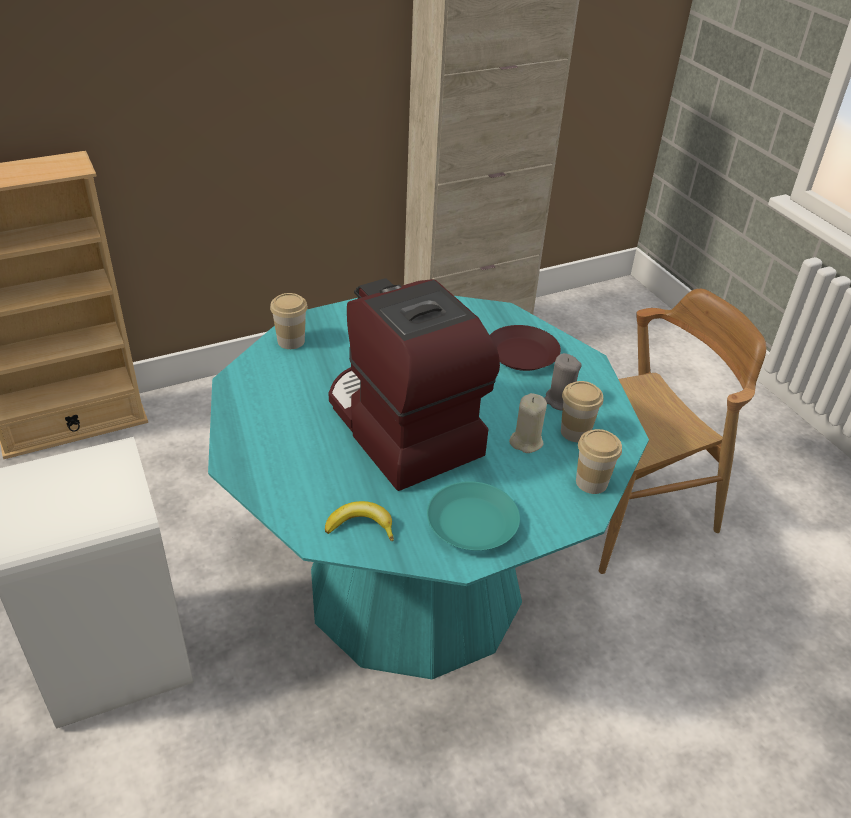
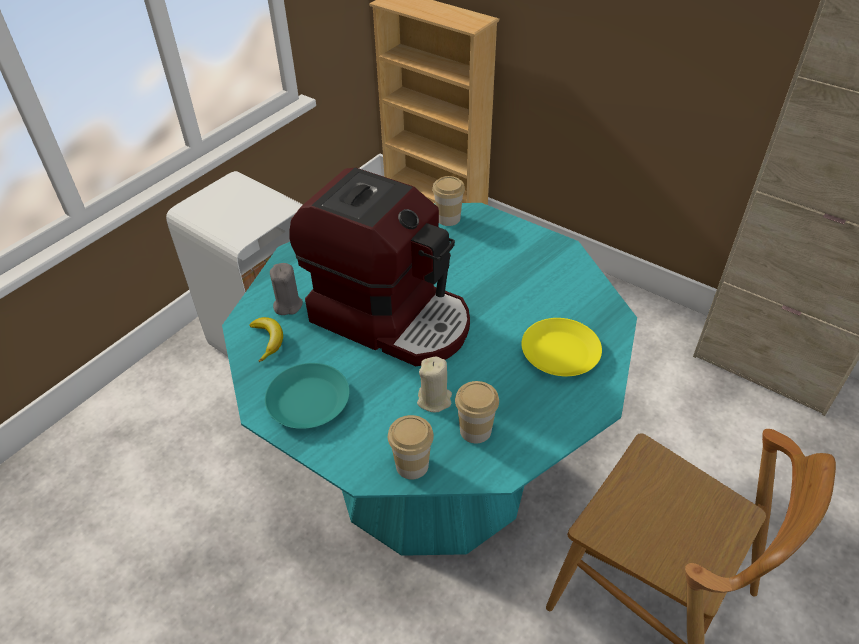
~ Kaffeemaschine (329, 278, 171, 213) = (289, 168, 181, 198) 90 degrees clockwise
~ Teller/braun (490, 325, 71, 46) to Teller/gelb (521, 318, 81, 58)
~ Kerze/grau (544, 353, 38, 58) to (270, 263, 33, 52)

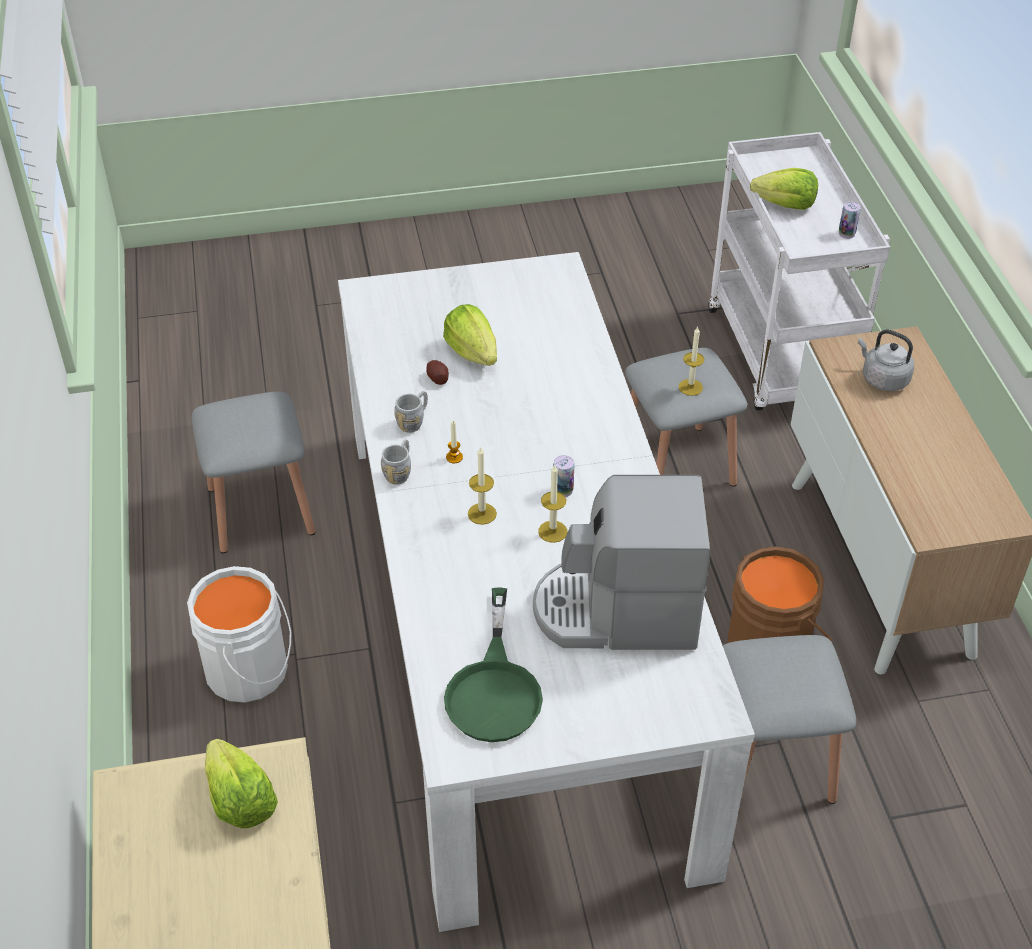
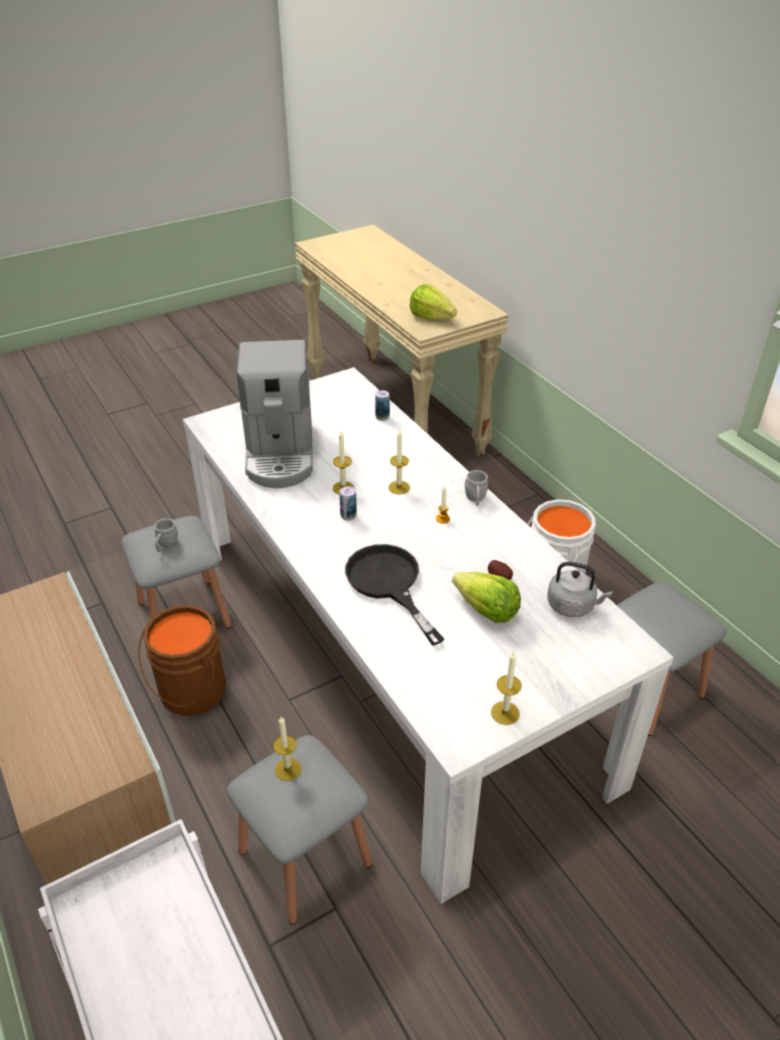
- Salatkopf (750, 168, 68, 42)
~ Dose (839, 202, 22, 37) to (375, 390, 15, 31)
~ Wasserkessel/grau (858, 329, 56, 62) to (547, 562, 65, 55)
~ Henkelbecher/grau (394, 391, 34, 42) to (155, 519, 23, 33)
~ Kaffeemaschine (533, 475, 177, 175) = (237, 340, 76, 148) 105 degrees clockwise
- Pfanne/grün (444, 587, 99, 155)
+ Pfanne/schwarz (345, 544, 99, 102)
+ Kerze (491, 652, 31, 73)

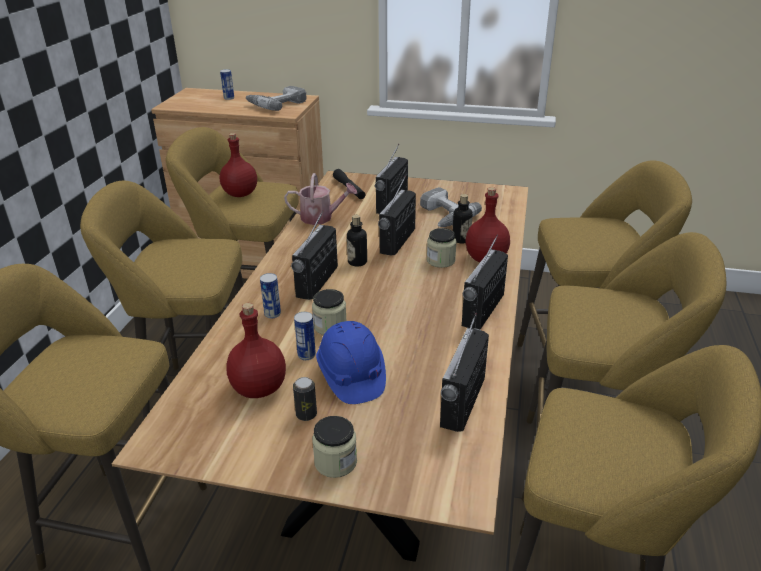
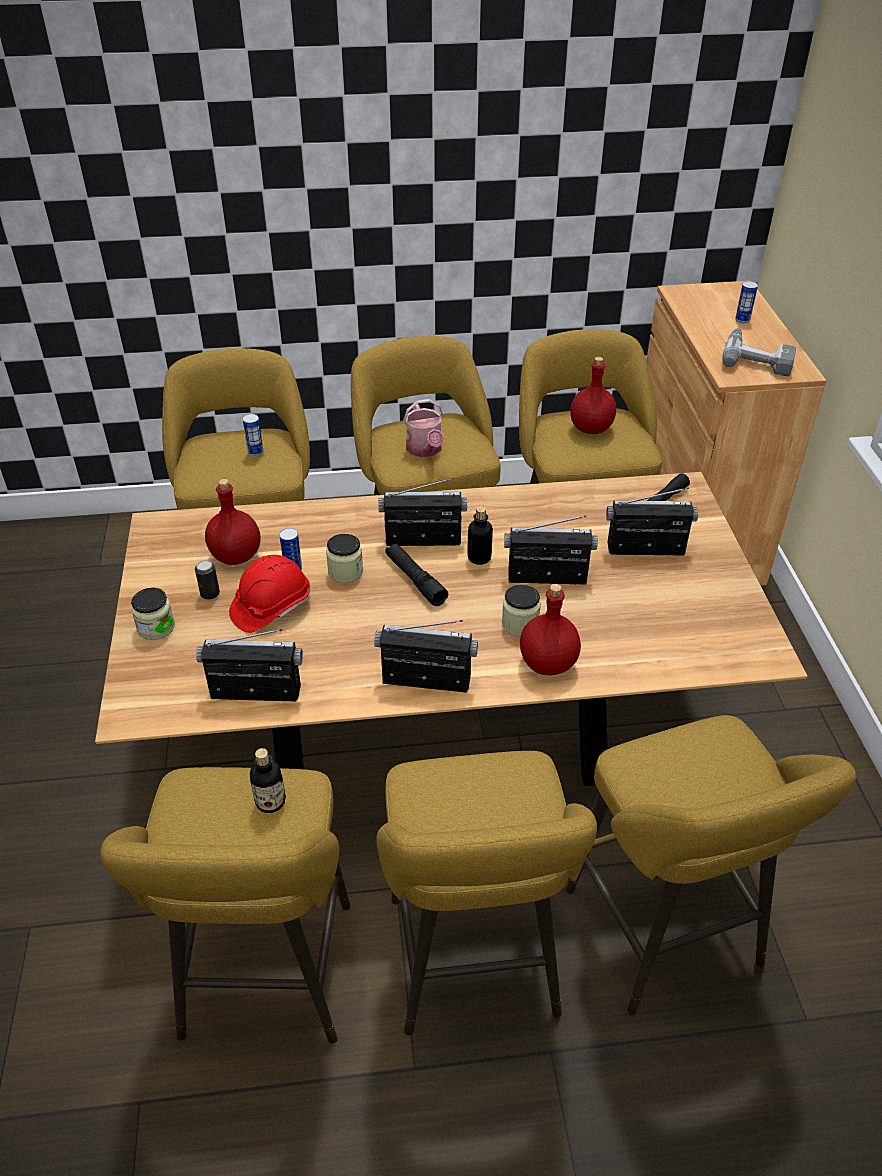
~ Gießkanne (284, 173, 73, 52) to (403, 399, 41, 58)
- Bohrmaschine (420, 187, 62, 40)
~ Flasche (453, 194, 20, 50) to (250, 748, 36, 65)
~ Dose (260, 273, 21, 45) to (243, 414, 20, 43)
~ Schutzhelm/blau (316, 321, 70, 83) to Schutzhelm/rot (229, 555, 81, 78)
+ Taschenlampe/schwarz (385, 543, 63, 63)

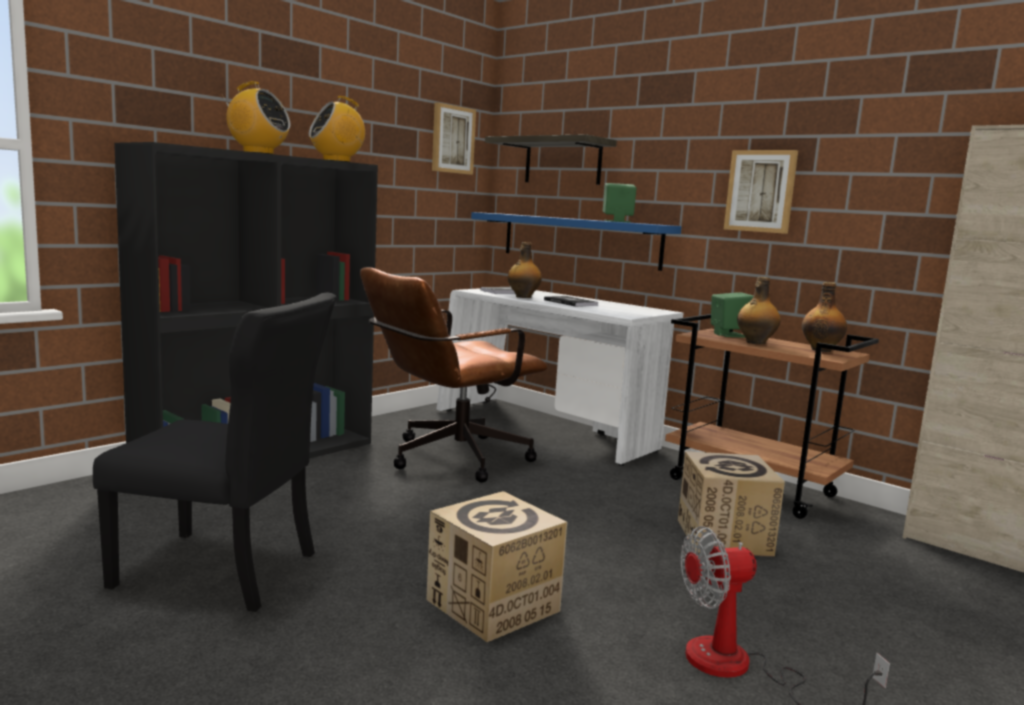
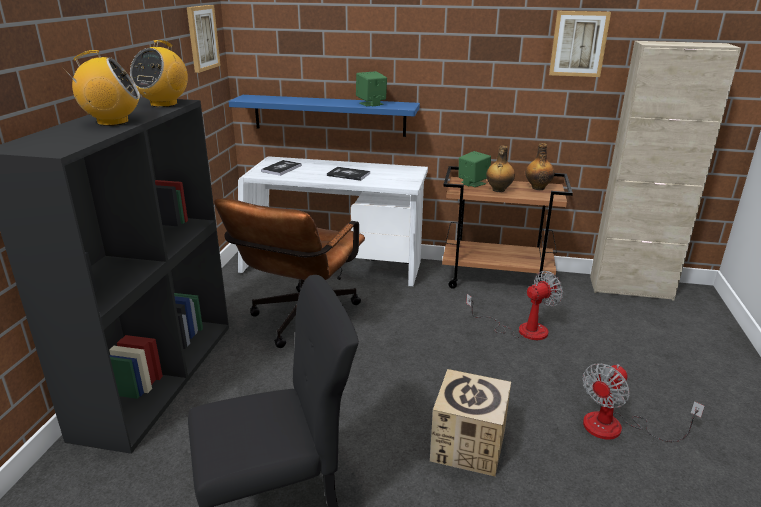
- Wandregal (485, 134, 132, 51)
~ Bild (724, 150, 74, 84) to (549, 11, 62, 66)
- Flasche (507, 242, 35, 56)
~ Karton (678, 451, 107, 106) to Ventilator (466, 271, 97, 69)

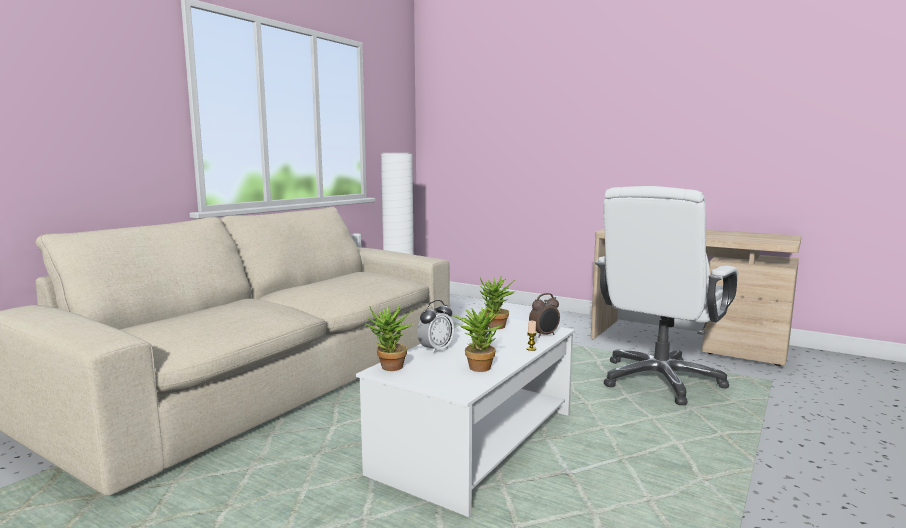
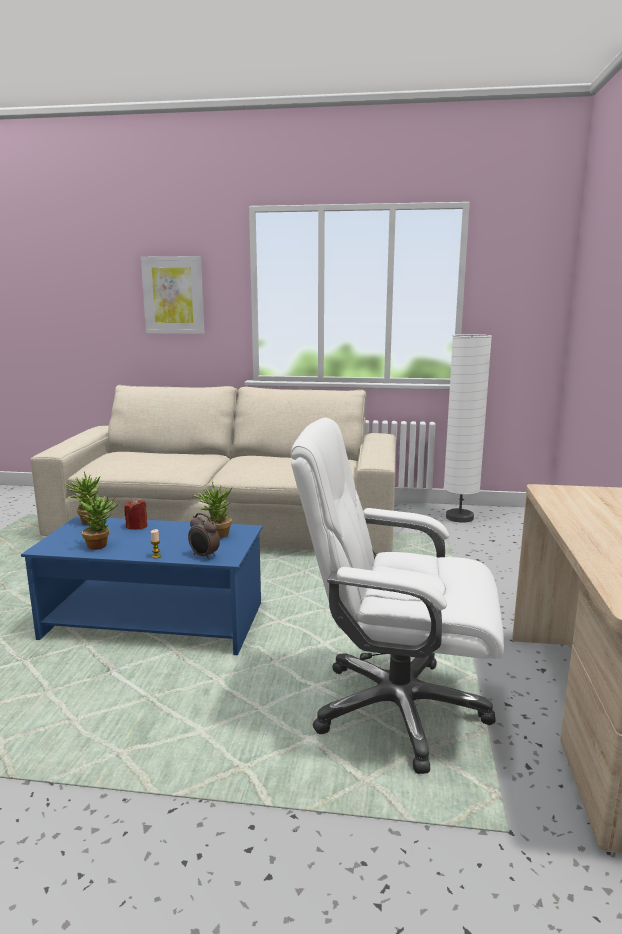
~ Wecker (417, 300, 37, 54) to Kerze/rot (124, 498, 24, 32)
~ Couchtisch/weiß (356, 318, 219, 199) to Couchtisch/blau (21, 516, 242, 139)
+ Bild (141, 256, 64, 78)

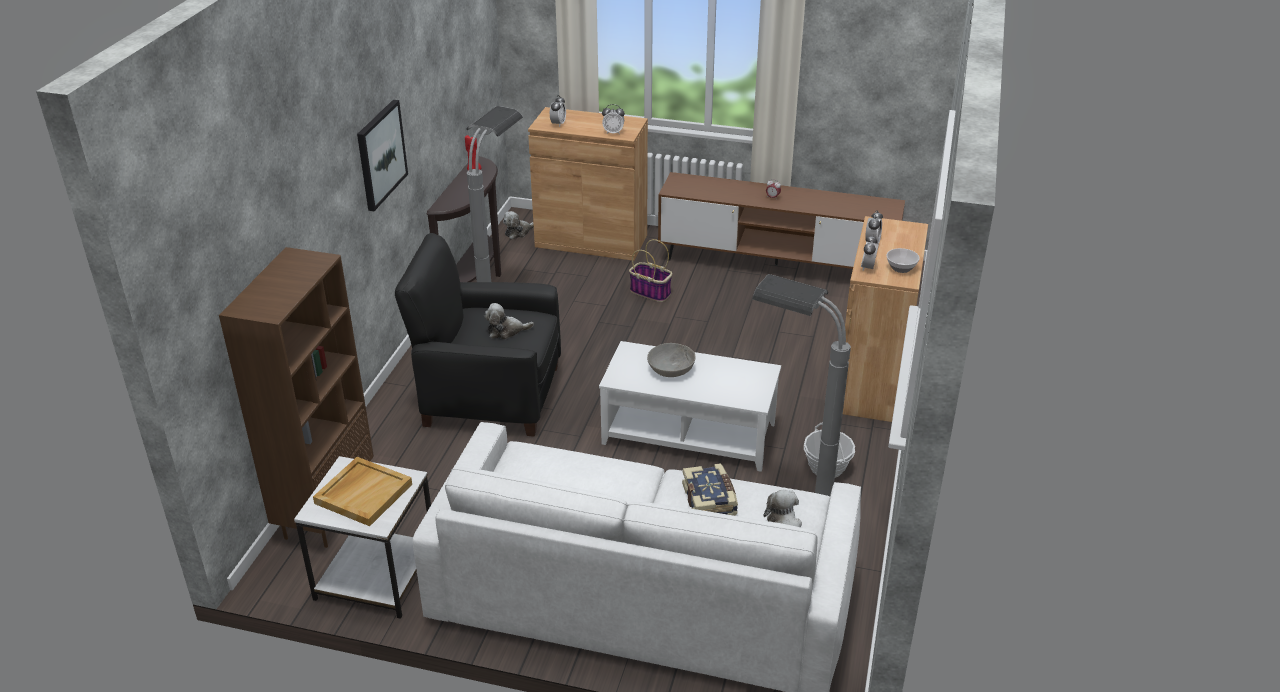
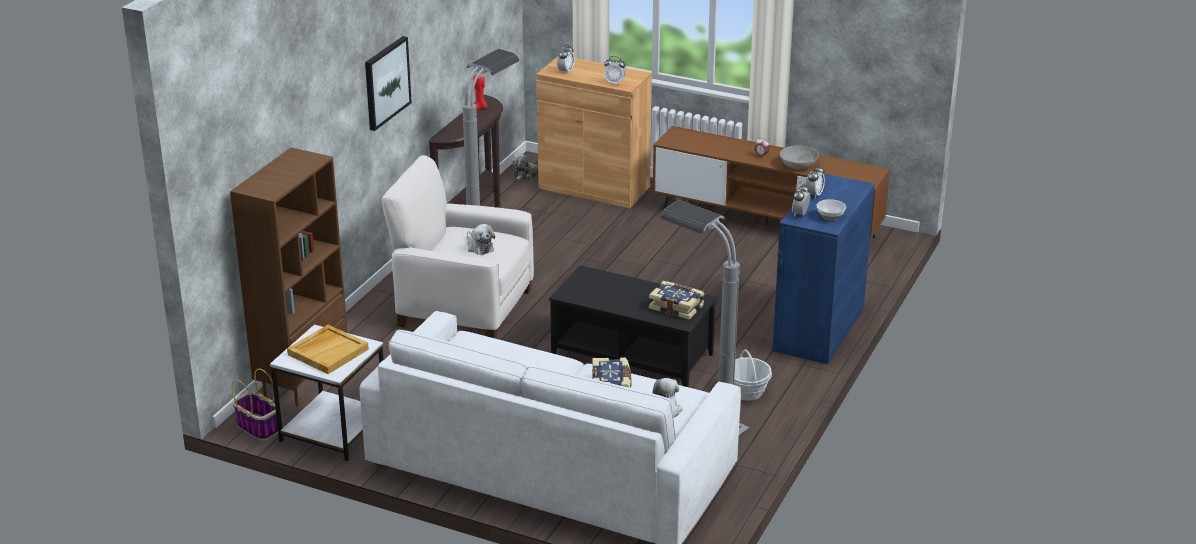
~ Schrank/braun (843, 216, 85, 206) to Schrank/blau (772, 173, 103, 191)
~ Sessel/schwarz (395, 233, 166, 204) to Sessel/weiß (381, 155, 153, 184)
~ Korb (629, 239, 43, 63) to (232, 369, 46, 72)
~ Plüschtier (484, 303, 50, 36) = (467, 224, 28, 31) 120 degrees counterclockwise
~ Couchtisch/weiß (599, 341, 182, 131) to Couchtisch/schwarz (549, 265, 168, 122)
~ Schüssel/grau (647, 343, 49, 34) to (780, 145, 39, 24)
+ Buch (649, 281, 55, 39)

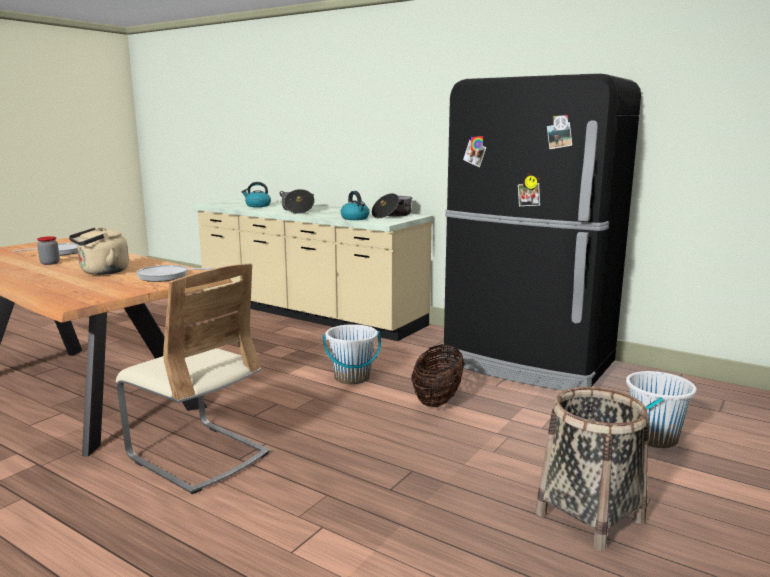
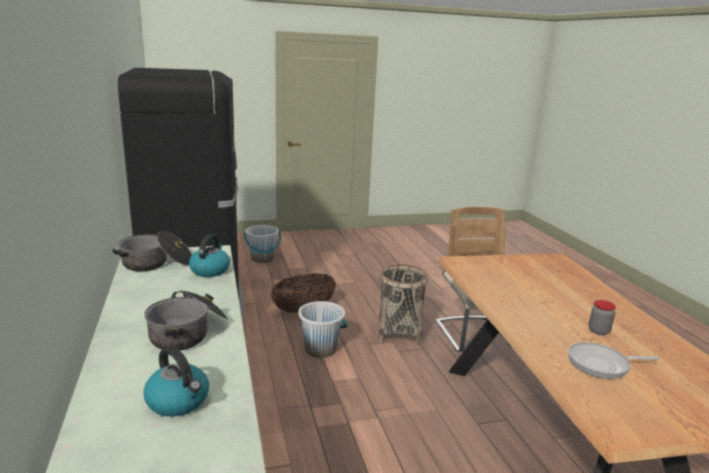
- Wasserkessel/beige (69, 227, 60, 48)
- Pfanne (136, 265, 77, 17)
~ Korb (535, 387, 114, 164) to (378, 264, 50, 82)

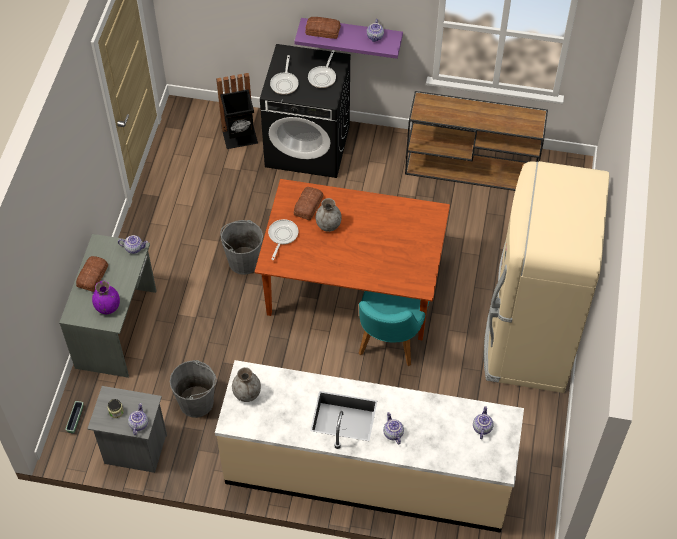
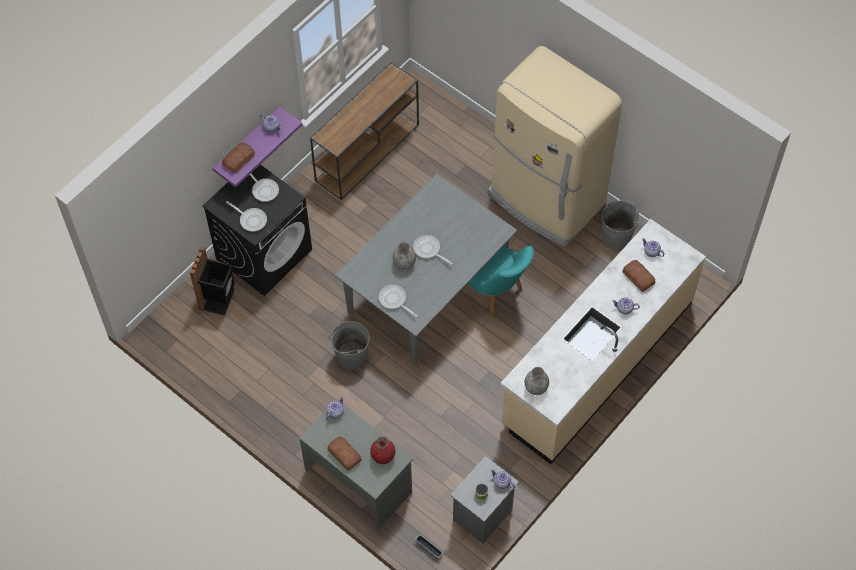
~ Esstisch/braun (255, 179, 195, 161) to Esstisch/grau (335, 174, 182, 190)
~ Brot (294, 187, 29, 33) to (622, 260, 34, 32)
~ Vase/lila (92, 281, 28, 33) to Vase/rot (370, 436, 25, 28)
~ Eimer/grau (170, 360, 47, 58) to (602, 200, 37, 48)
+ Pfanne (413, 235, 40, 30)

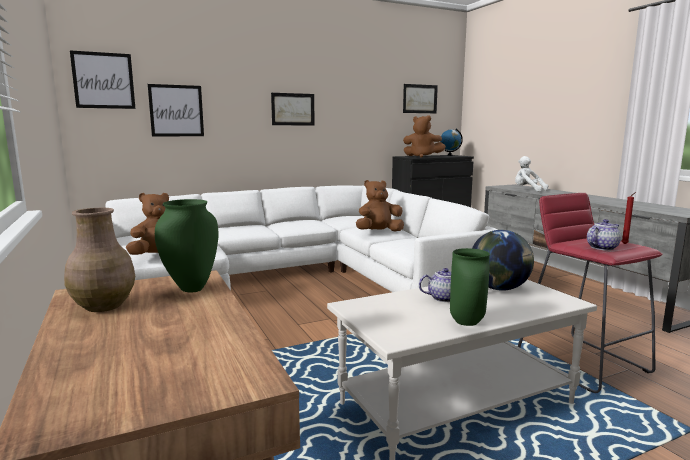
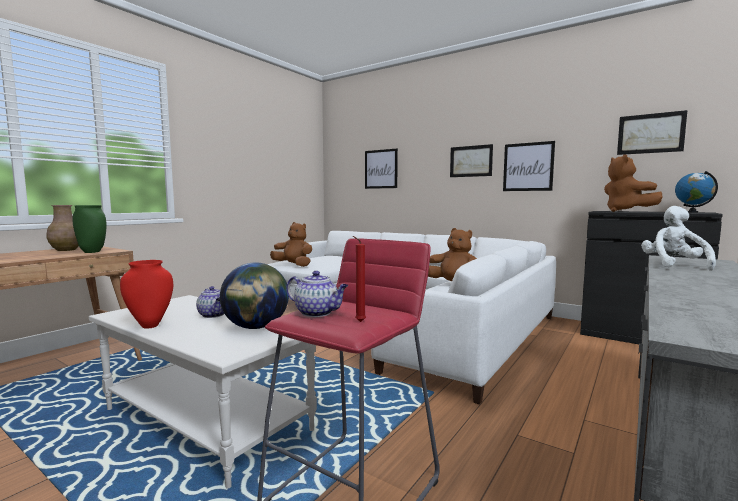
~ Bild (70, 50, 65, 59) to (503, 141, 52, 50)
~ Vase/grün (450, 248, 40, 78) to Vase/rot (120, 260, 53, 69)

